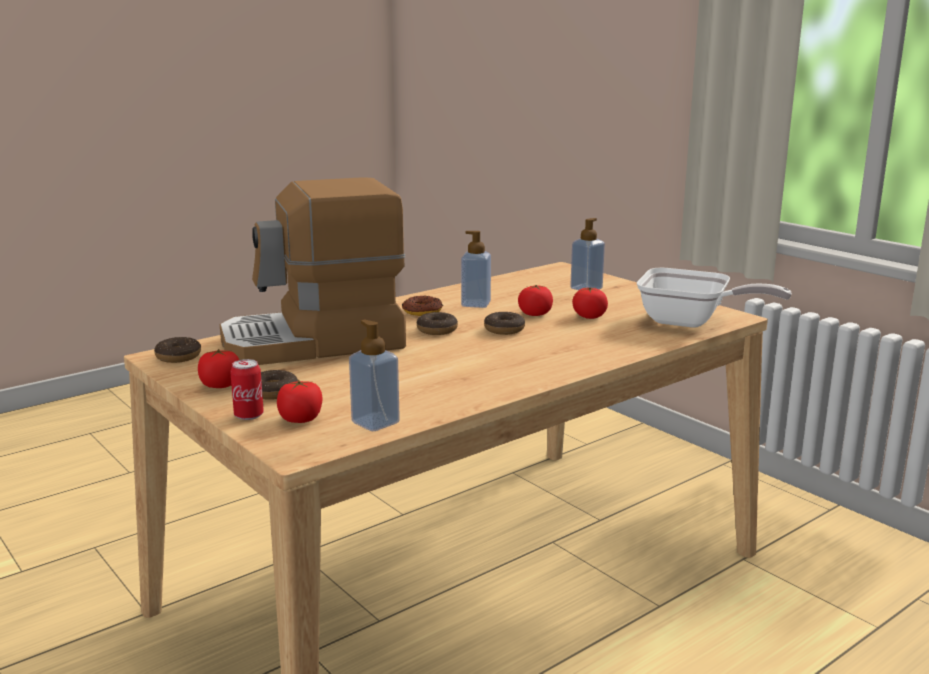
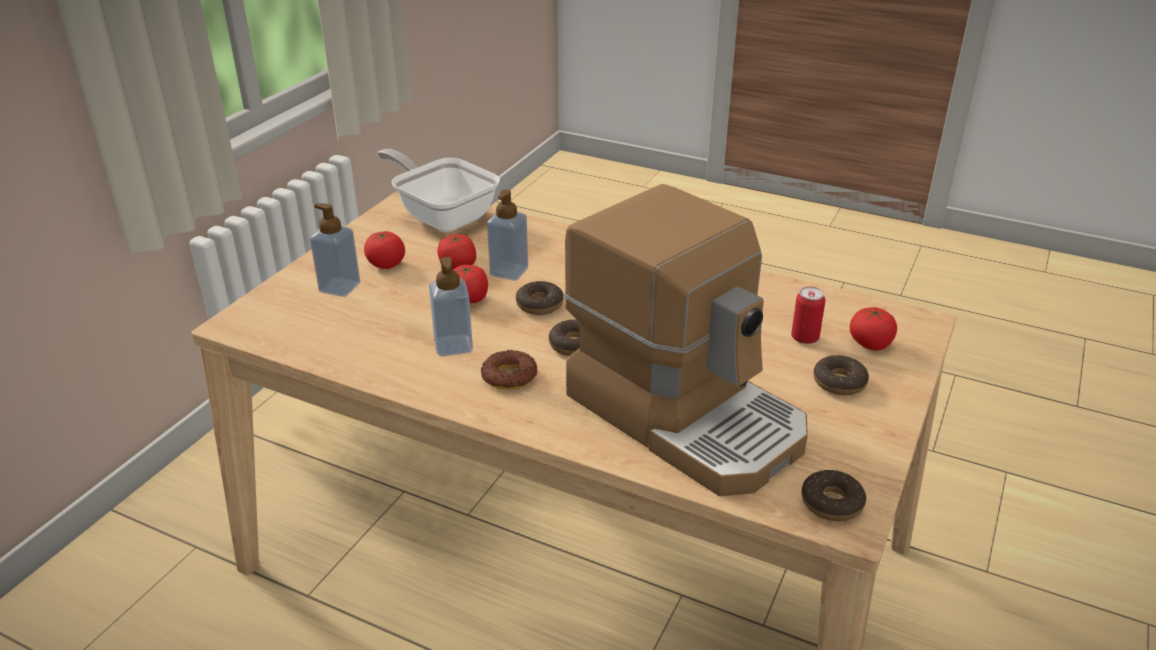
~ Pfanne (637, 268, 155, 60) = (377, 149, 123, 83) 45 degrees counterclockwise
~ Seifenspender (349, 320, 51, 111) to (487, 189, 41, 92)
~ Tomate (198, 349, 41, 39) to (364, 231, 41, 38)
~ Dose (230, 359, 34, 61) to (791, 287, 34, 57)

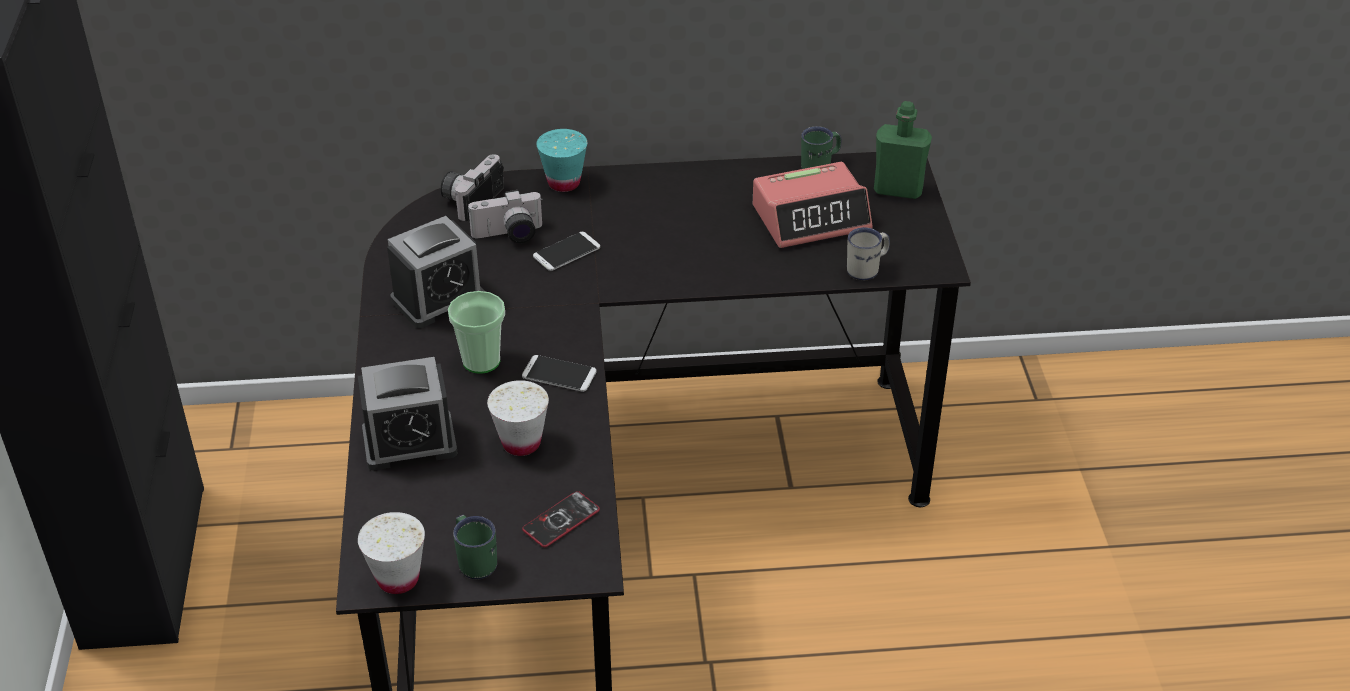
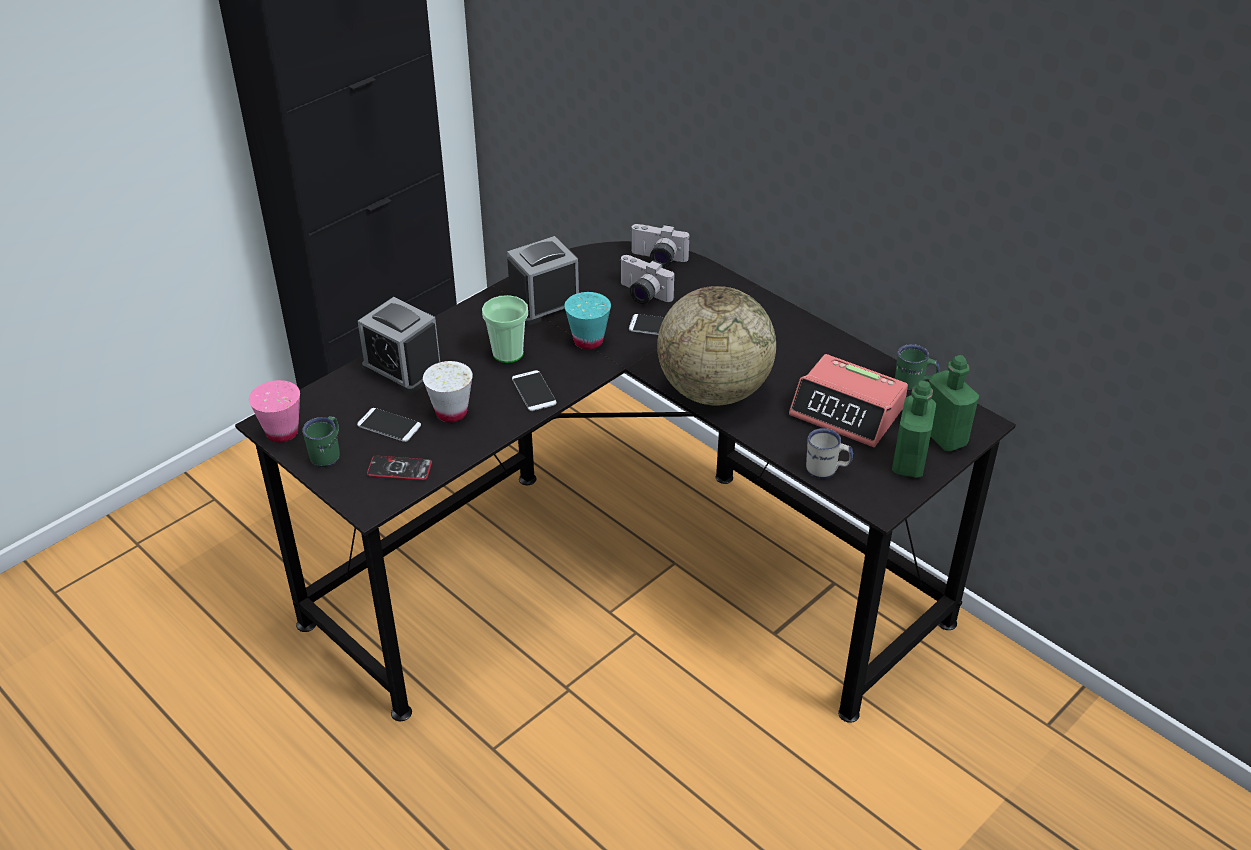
~ Tasse/türkis (536, 129, 51, 63) to (564, 292, 47, 57)
~ Kamera (440, 154, 64, 67) = (630, 224, 60, 44) 150 degrees counterclockwise
~ Wecker (387, 216, 98, 112) = (507, 236, 73, 89) 135 degrees clockwise
~ Tasse/weiß (358, 512, 67, 82) to Tasse/rosa (249, 380, 51, 63)
+ Globus (657, 286, 119, 120)
+ Flasche/grün (892, 381, 44, 97)
+ Handy (357, 408, 64, 34)

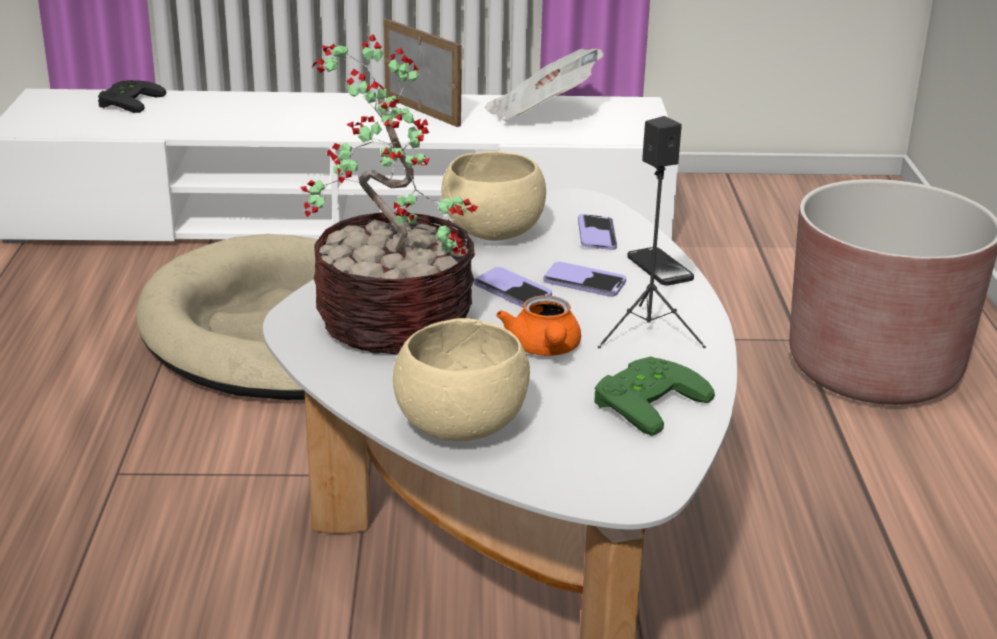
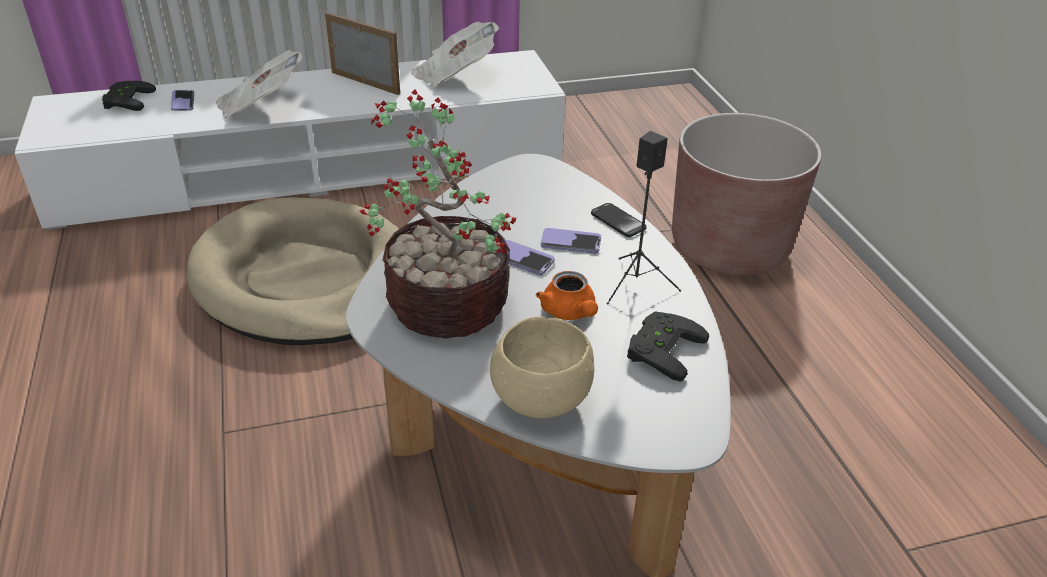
- Schüssel/beige (442, 151, 104, 90)
~ Handy (578, 214, 39, 36) to (171, 90, 23, 21)
~ Gamepad/grün (594, 356, 121, 80) to Gamepad/schwarz (627, 311, 82, 71)
+ Zeitung (215, 50, 87, 68)

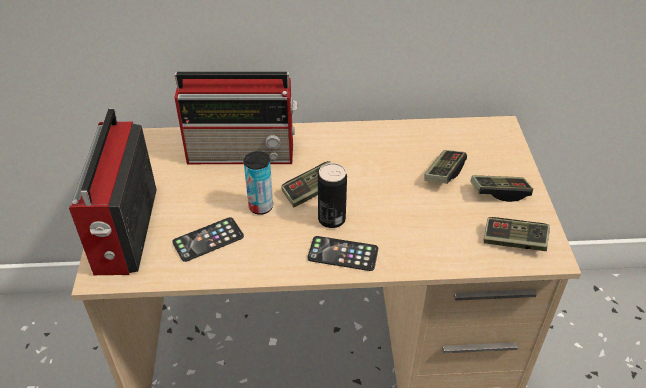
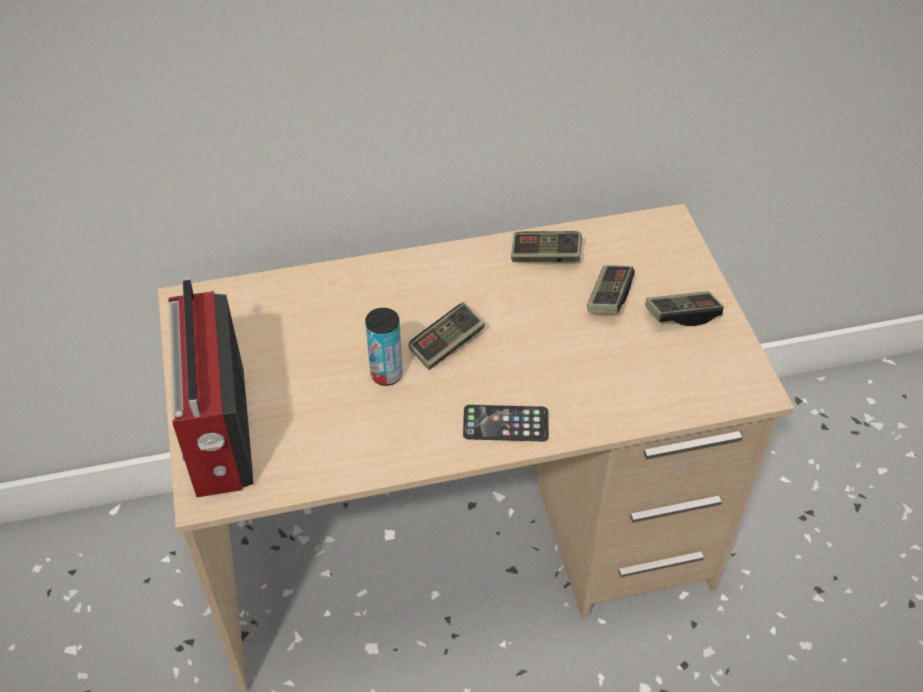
- Radio (175, 72, 122, 92)
- Dose (318, 163, 29, 65)
- Handy (172, 217, 72, 45)
~ Gamepad (484, 217, 66, 34) to (511, 231, 71, 31)

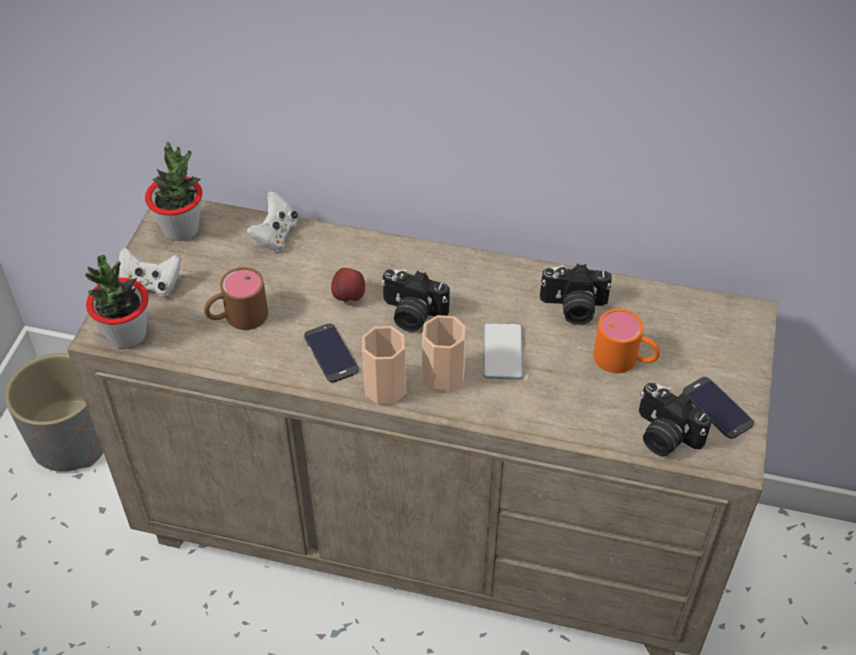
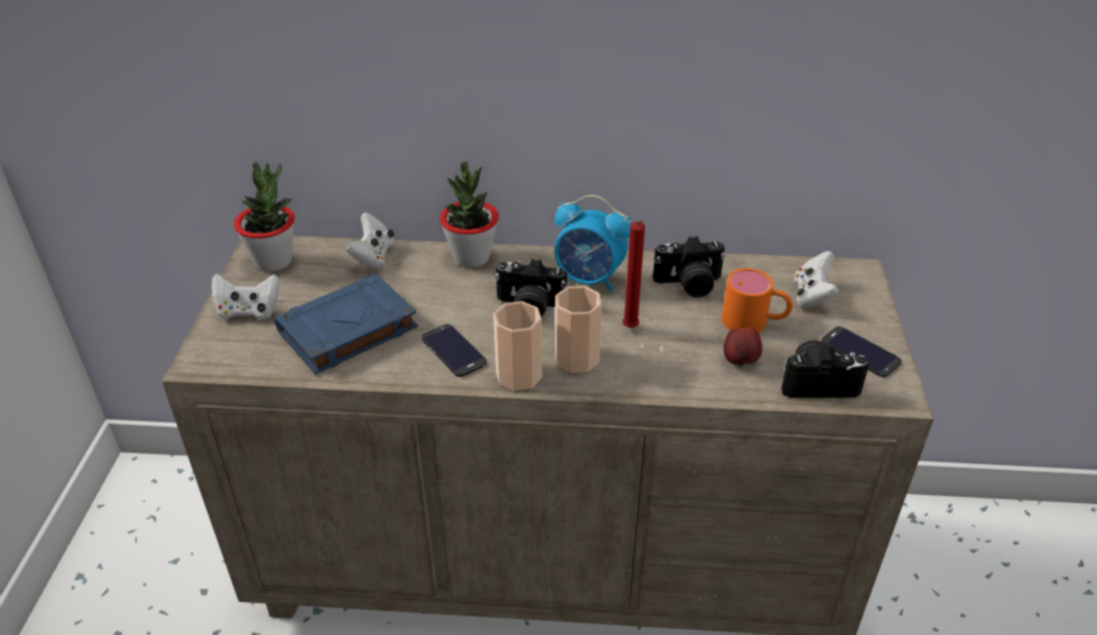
~ Topfpflanze (85, 255, 64, 93) to (440, 161, 59, 107)
~ Henkelbecher/braun (204, 267, 64, 63) to Buch/blau (274, 274, 144, 100)
~ Apfel (331, 268, 34, 34) to (724, 327, 38, 40)
~ Handy (483, 323, 40, 56) to Kerze/rot (622, 220, 23, 108)
- Pflanzkübel/grau (5, 353, 99, 119)
~ Kamera (639, 383, 73, 73) = (781, 340, 88, 58) 150 degrees clockwise
+ Wecker (555, 195, 76, 97)
+ Gamepad/weiß (794, 251, 45, 57)

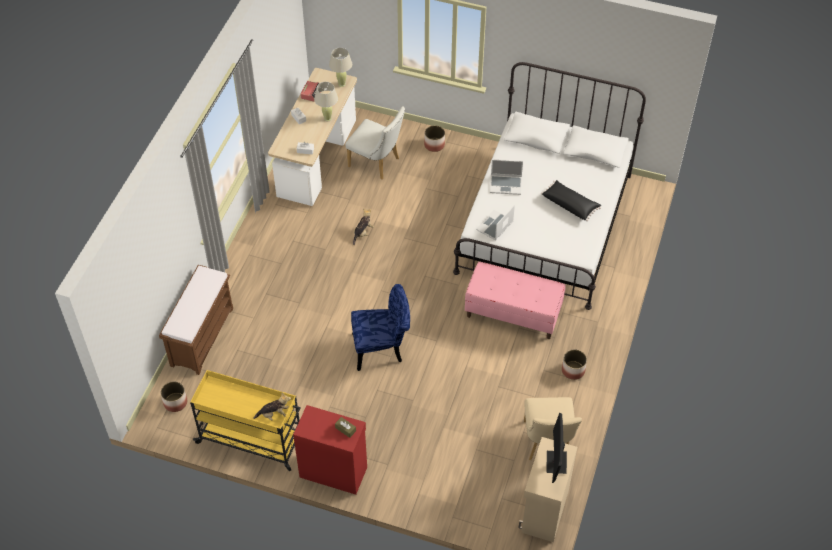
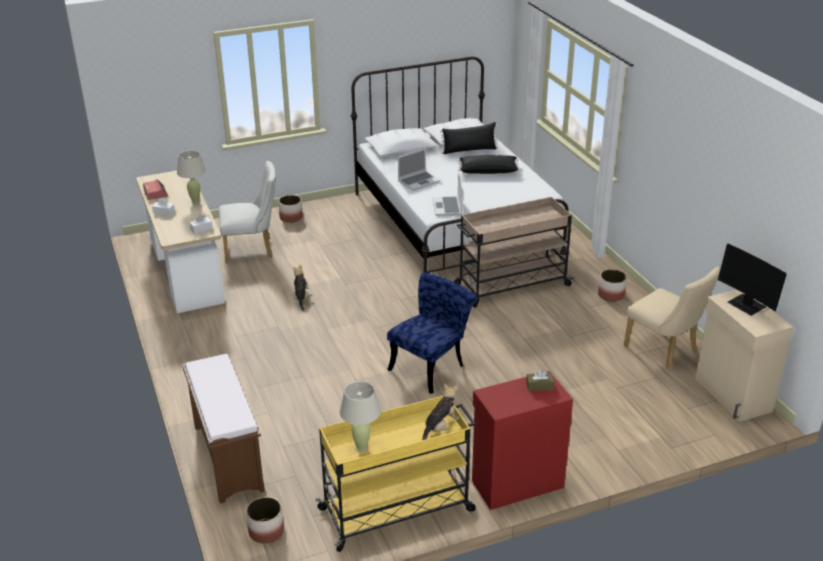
~ Tischlampe/beige (329, 48, 23, 39) to (339, 381, 42, 71)
~ Bank/rosa (465, 262, 101, 77) to Rollwagen/beige (454, 197, 119, 111)
+ Kissen/schwarz (440, 122, 58, 32)

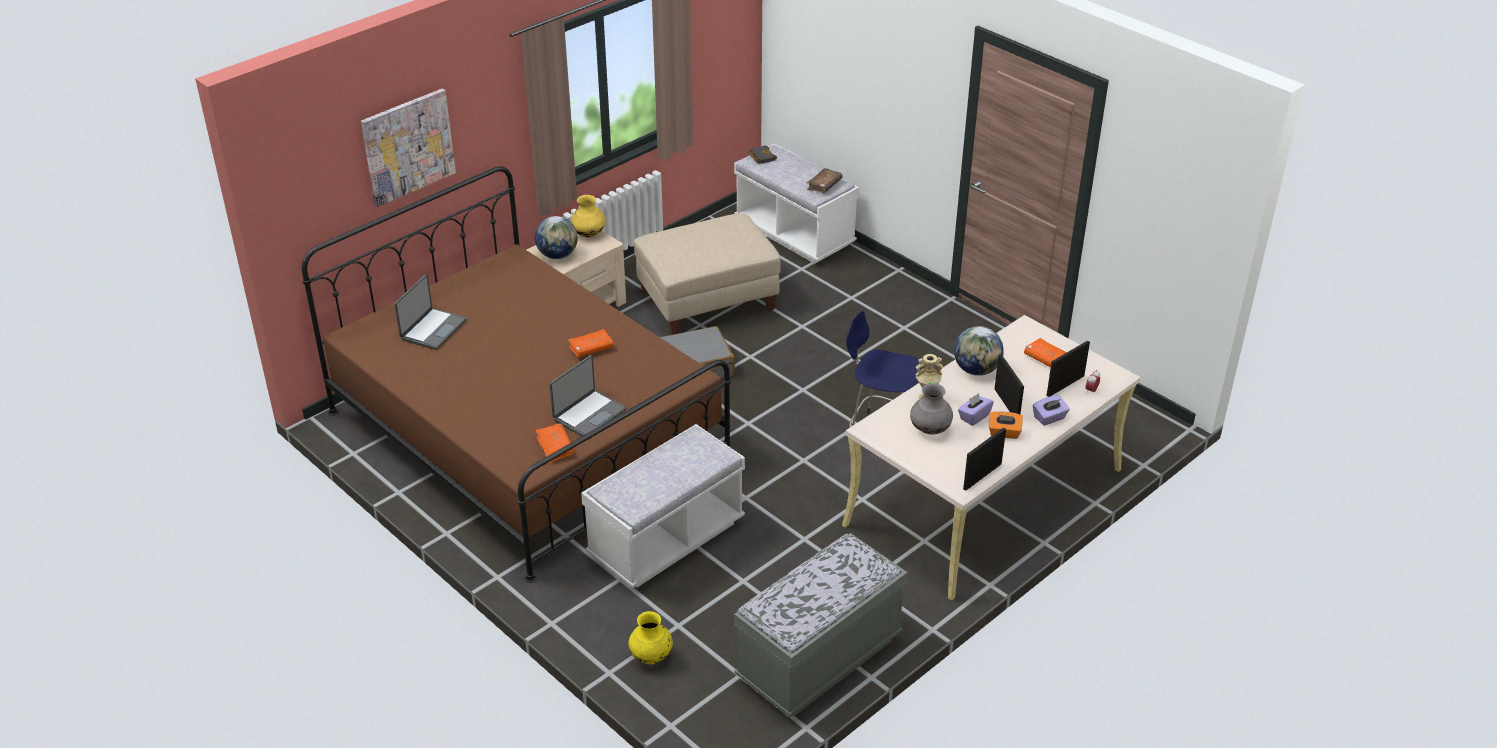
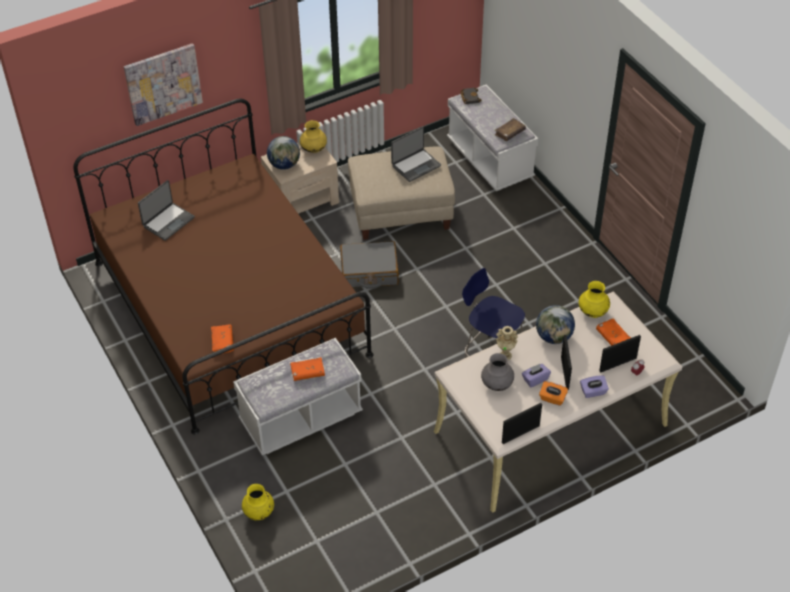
~ Buch/orange (568, 329, 45, 28) to (290, 357, 35, 24)
~ Laptop (549, 355, 78, 82) to (391, 126, 50, 56)
- Bank/grau (734, 533, 174, 184)
+ Vase/gelb (579, 281, 31, 37)

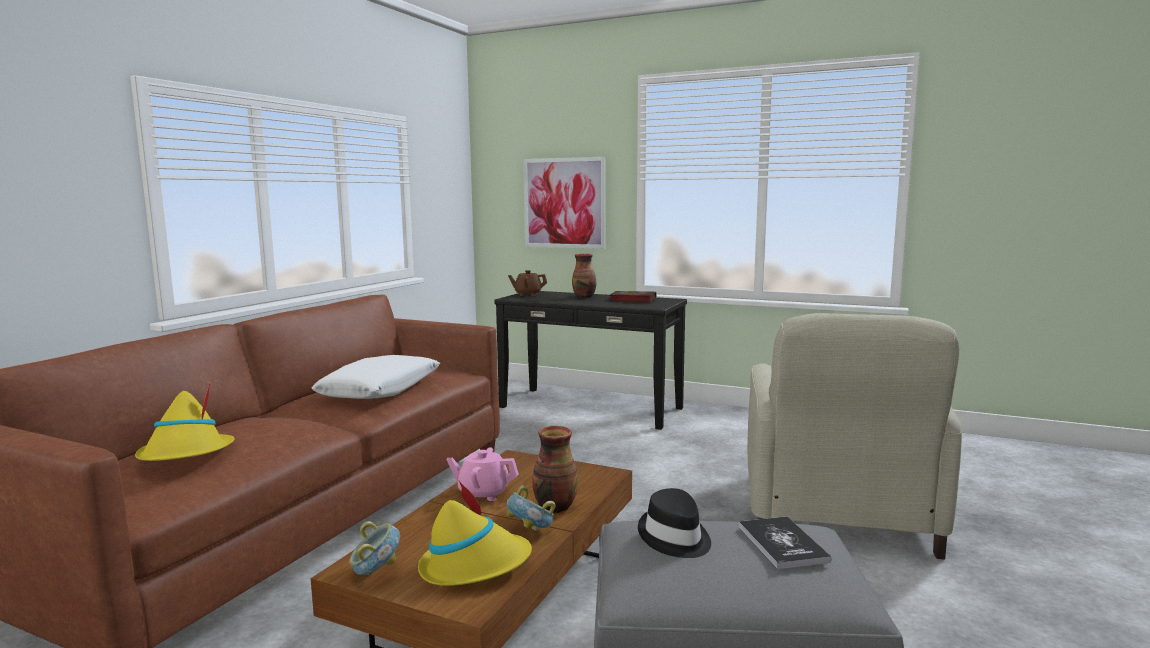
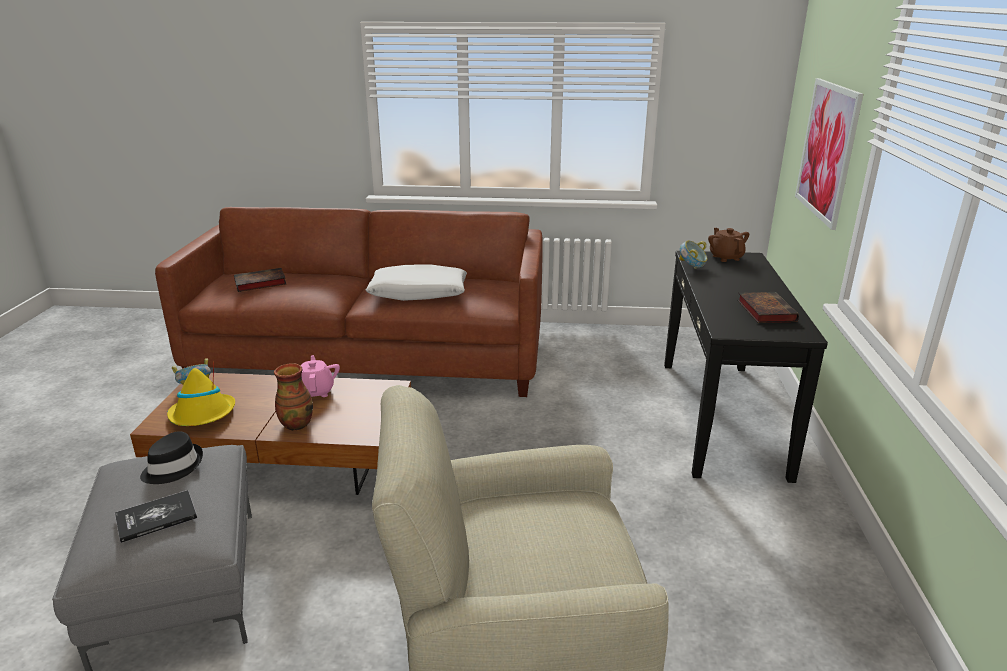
- Vase (572, 254, 25, 44)
~ Hut/gelb (135, 383, 100, 78) to Buch (234, 268, 52, 24)
~ Schüssel (506, 485, 49, 46) to (679, 240, 29, 29)

